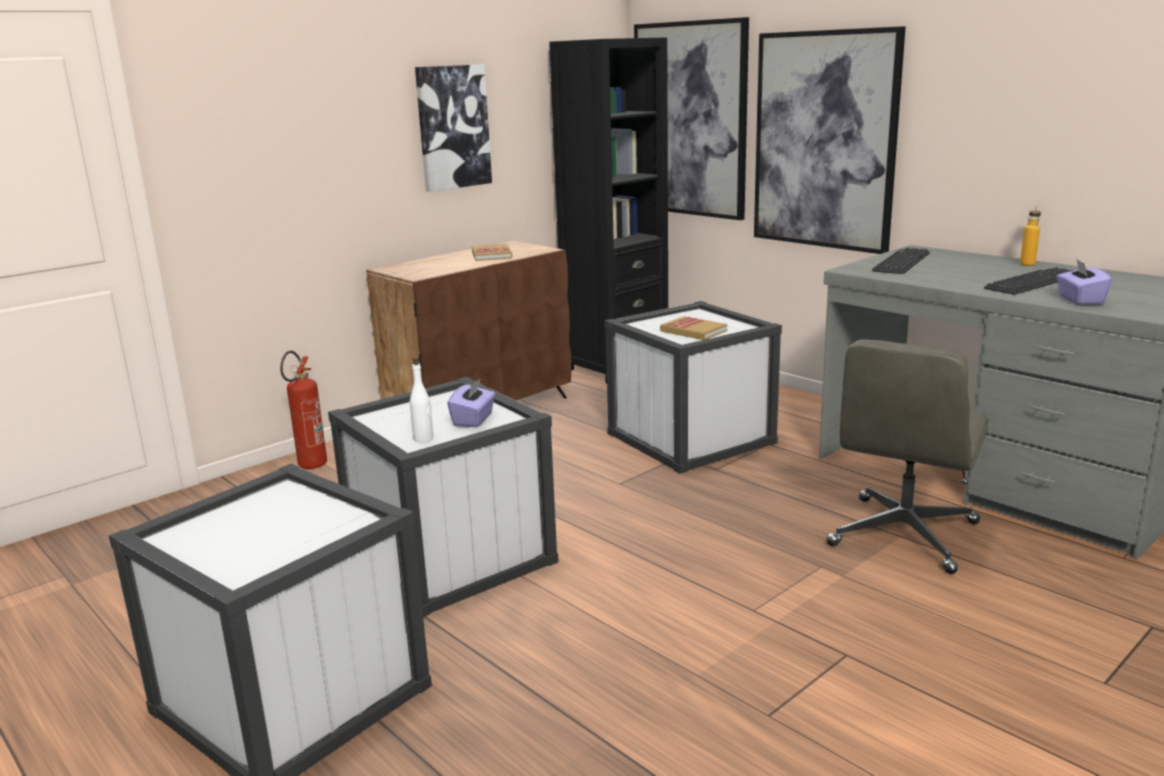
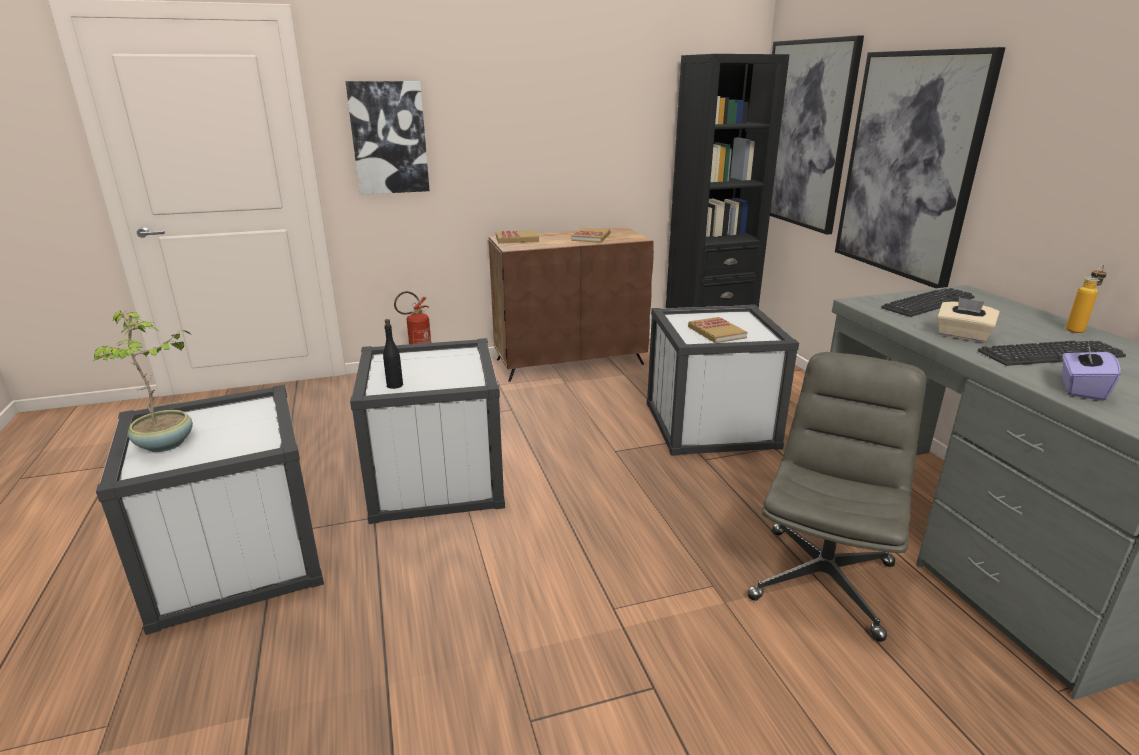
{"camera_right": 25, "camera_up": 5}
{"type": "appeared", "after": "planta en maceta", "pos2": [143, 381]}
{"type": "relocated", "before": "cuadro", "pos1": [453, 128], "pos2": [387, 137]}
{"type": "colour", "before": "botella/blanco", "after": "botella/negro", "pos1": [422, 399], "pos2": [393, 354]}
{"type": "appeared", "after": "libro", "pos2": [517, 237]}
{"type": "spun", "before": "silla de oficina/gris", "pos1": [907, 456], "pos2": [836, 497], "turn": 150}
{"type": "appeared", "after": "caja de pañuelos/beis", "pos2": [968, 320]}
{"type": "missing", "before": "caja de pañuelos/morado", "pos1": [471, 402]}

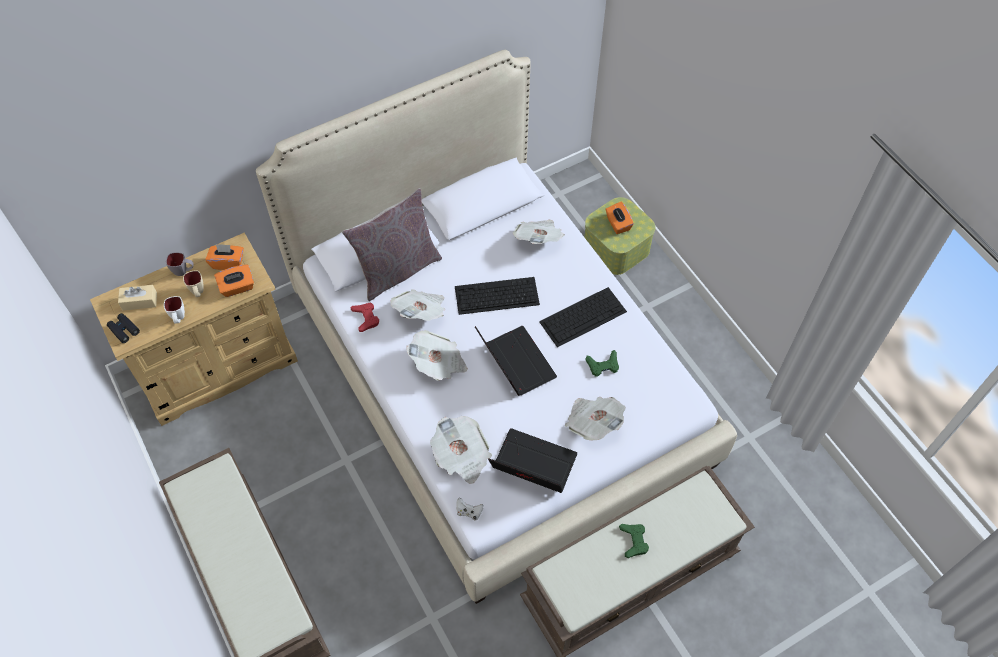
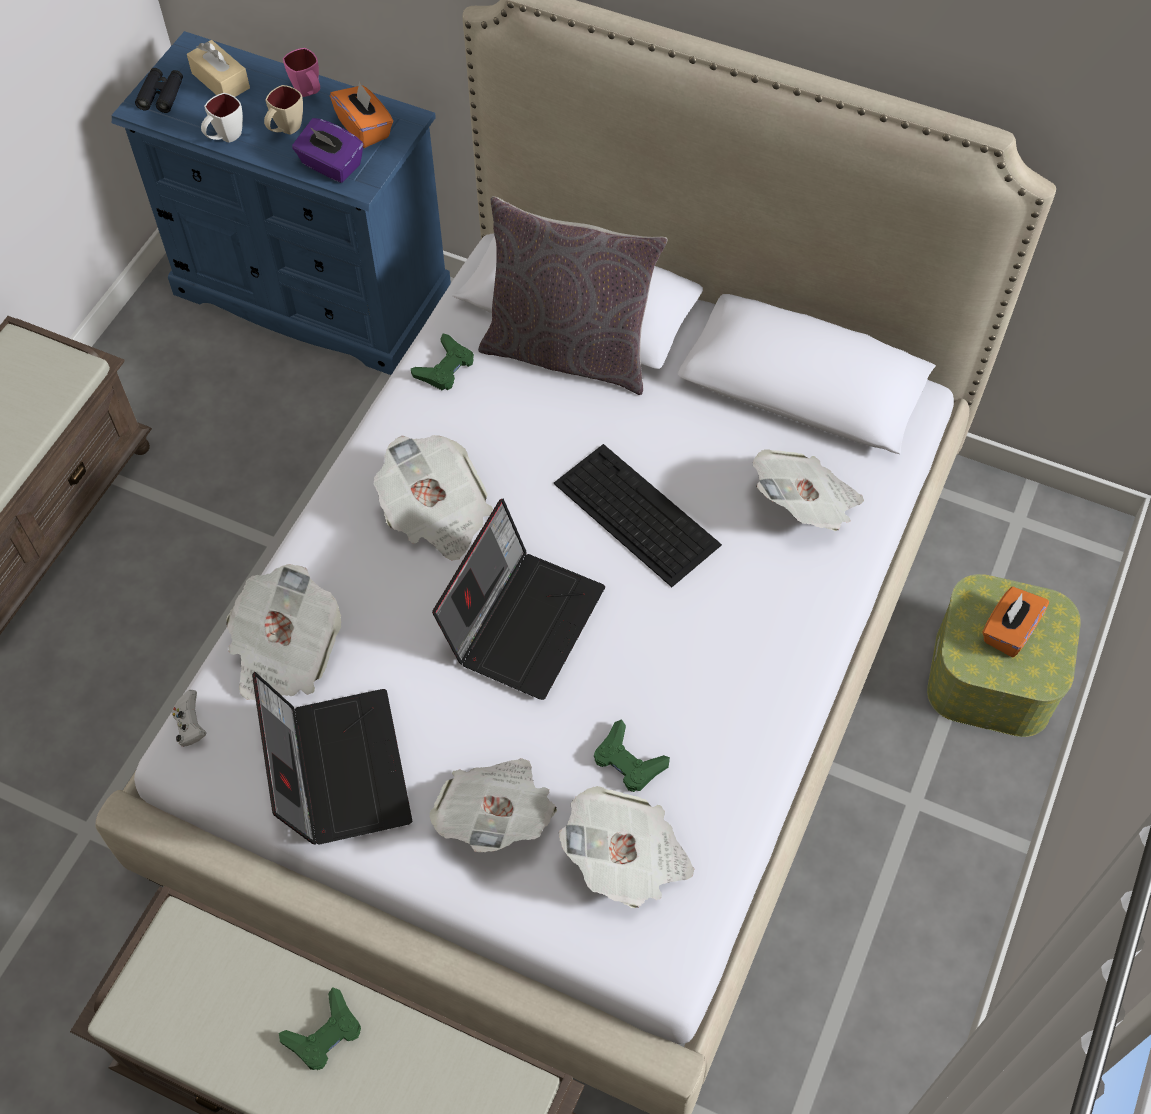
{"camera_right": 55, "camera_up": 0}
{"type": "colour", "before": "cómoda/beis", "after": "cómoda/azul", "pos1": [194, 329], "pos2": [281, 203]}
{"type": "colour", "before": "taza grande/gris", "after": "taza grande/rosa", "pos1": [180, 264], "pos2": [301, 72]}
{"type": "colour", "before": "caja de pañuelos/naranja", "after": "caja de pañuelos/morado", "pos1": [234, 280], "pos2": [327, 150]}
{"type": "colour", "before": "mando de consola/rojo", "after": "mando de consola/verde", "pos1": [364, 317], "pos2": [442, 362]}
{"type": "relocated", "before": "periódico", "pos1": [418, 305], "pos2": [626, 847]}
{"type": "missing", "before": "teclado", "pos1": [583, 317]}

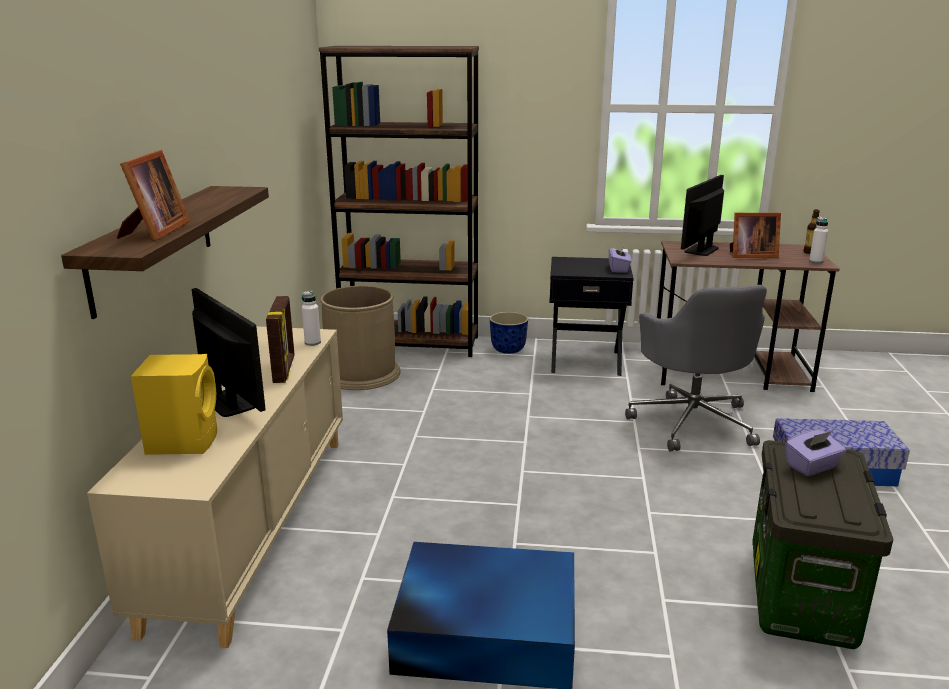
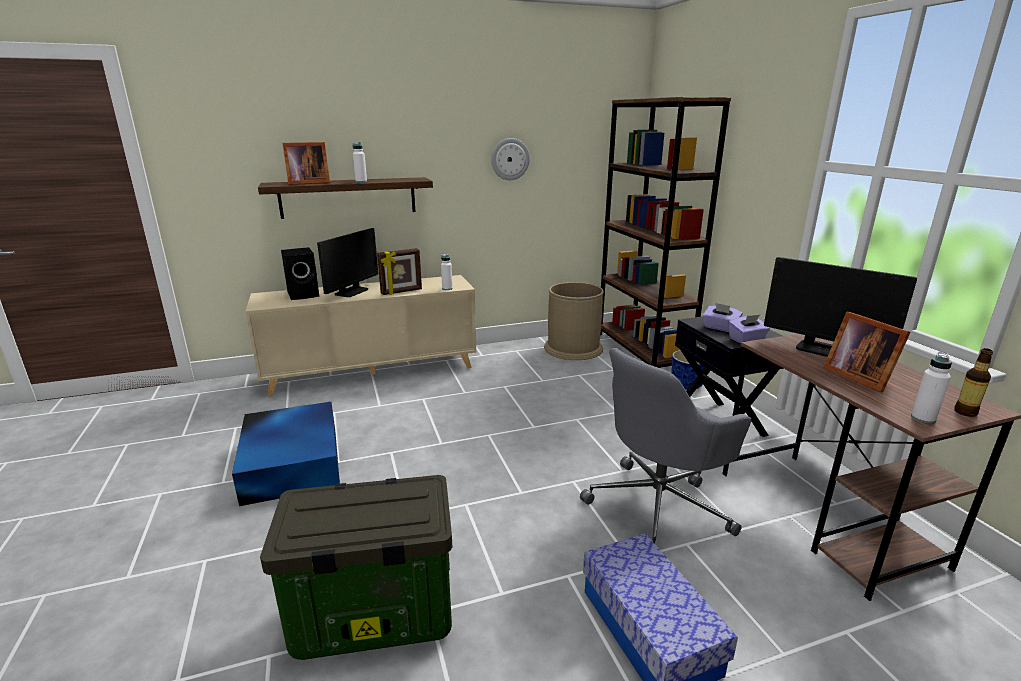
{"camera_right": 65, "camera_up": 0}
{"type": "colour", "before": "altavoz/amarillo", "after": "altavoz/negro", "pos1": [174, 404], "pos2": [300, 273]}
{"type": "appeared", "after": "botella/blanco", "pos2": [360, 162]}
{"type": "appeared", "after": "reloj de pared", "pos2": [510, 159]}
{"type": "relocated", "before": "caja de pañuelos/morado", "pos1": [815, 453], "pos2": [723, 317]}
{"type": "spun", "before": "monitor", "pos1": [702, 215], "pos2": [840, 307], "turn": -150}

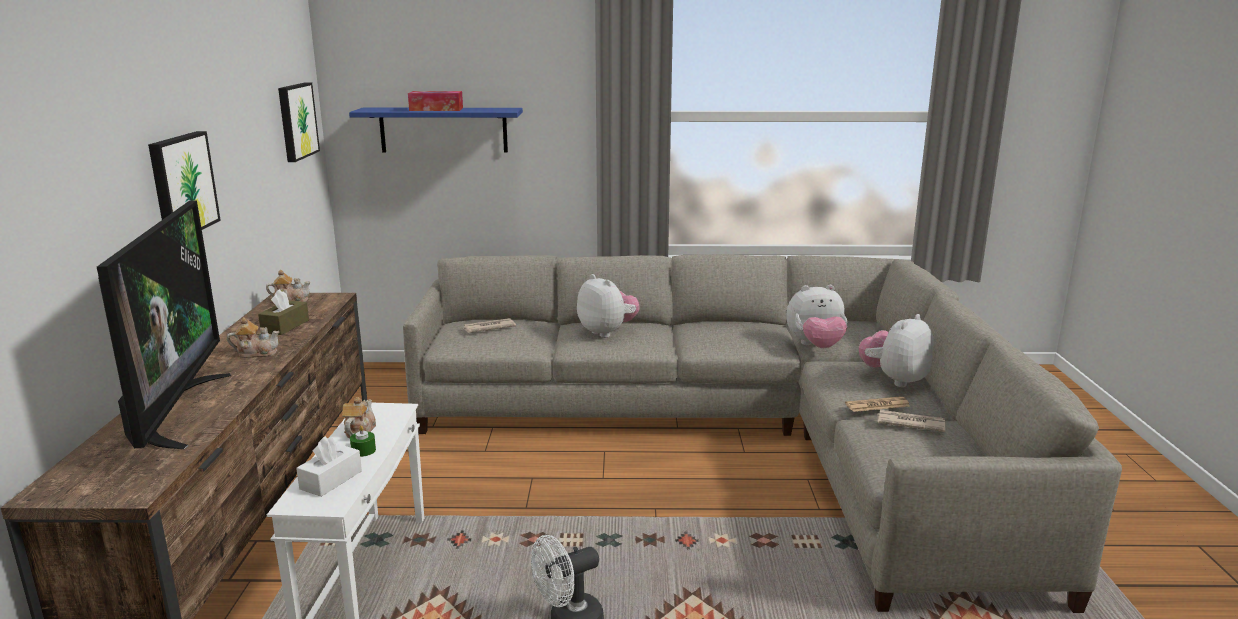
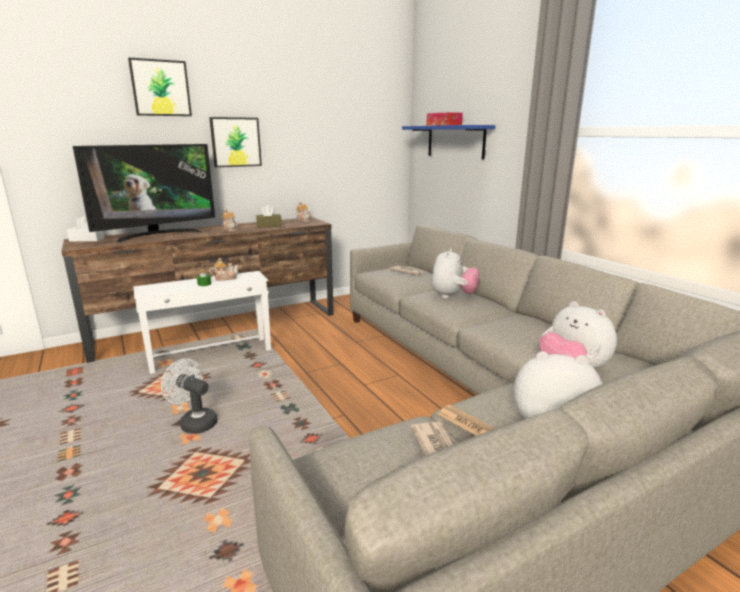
{"camera_right": 60, "camera_up": 0}
{"type": "relocated", "before": "caja de pañuelos/blanco", "pos1": [329, 466], "pos2": [85, 229]}
{"type": "relocated", "before": "cuadro", "pos1": [299, 122], "pos2": [160, 87]}

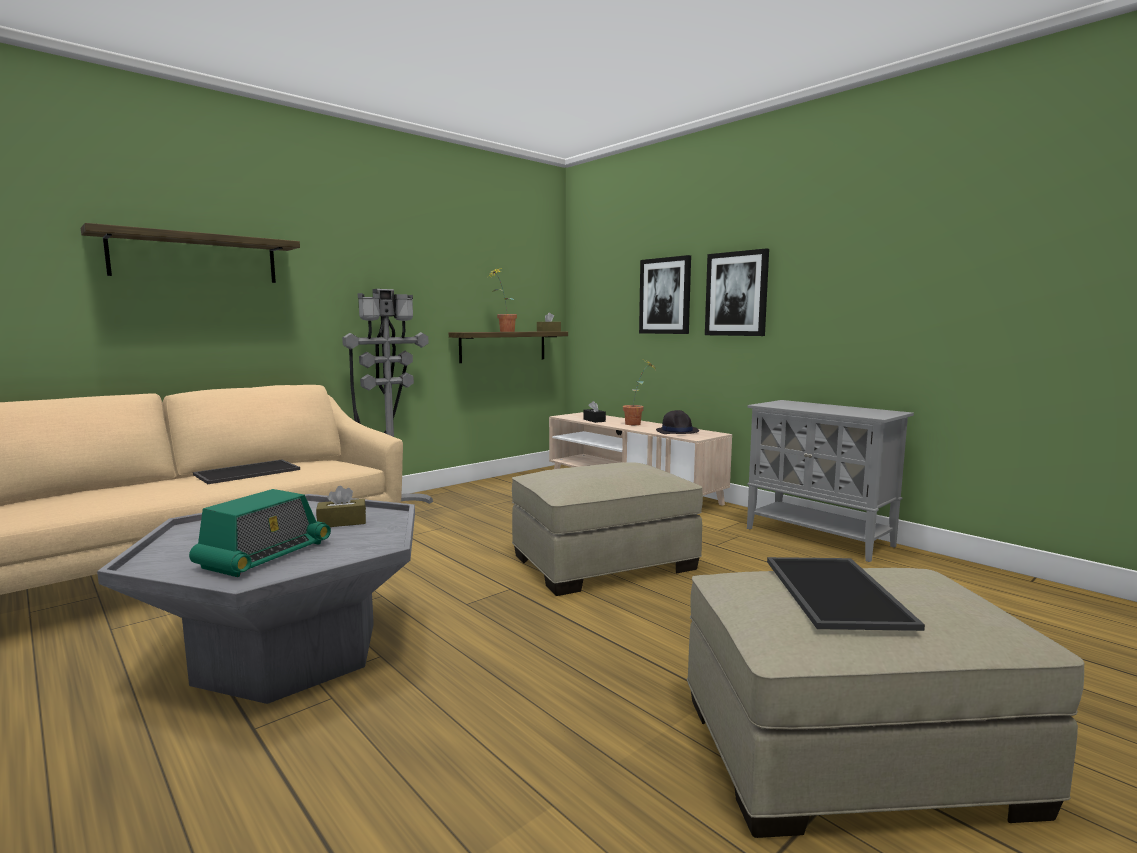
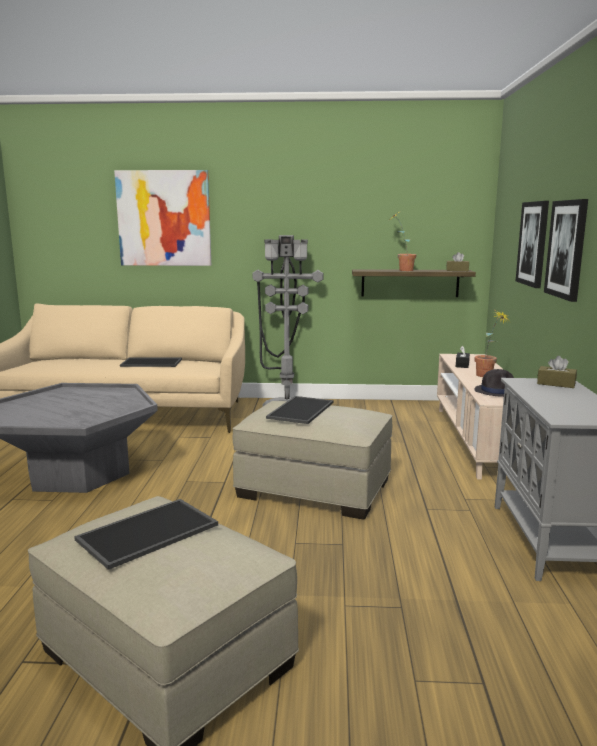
{"camera_right": 45, "camera_up": 5}
{"type": "exchanged", "before": "estante", "after": "cuadro", "pos1": [190, 253], "pos2": [162, 218]}
{"type": "appeared", "after": "bandeja", "pos2": [300, 410]}
{"type": "relocated", "before": "caja de pañuelos/marrón", "pos1": [341, 506], "pos2": [557, 372]}
{"type": "missing", "before": "radio", "pos1": [260, 533]}

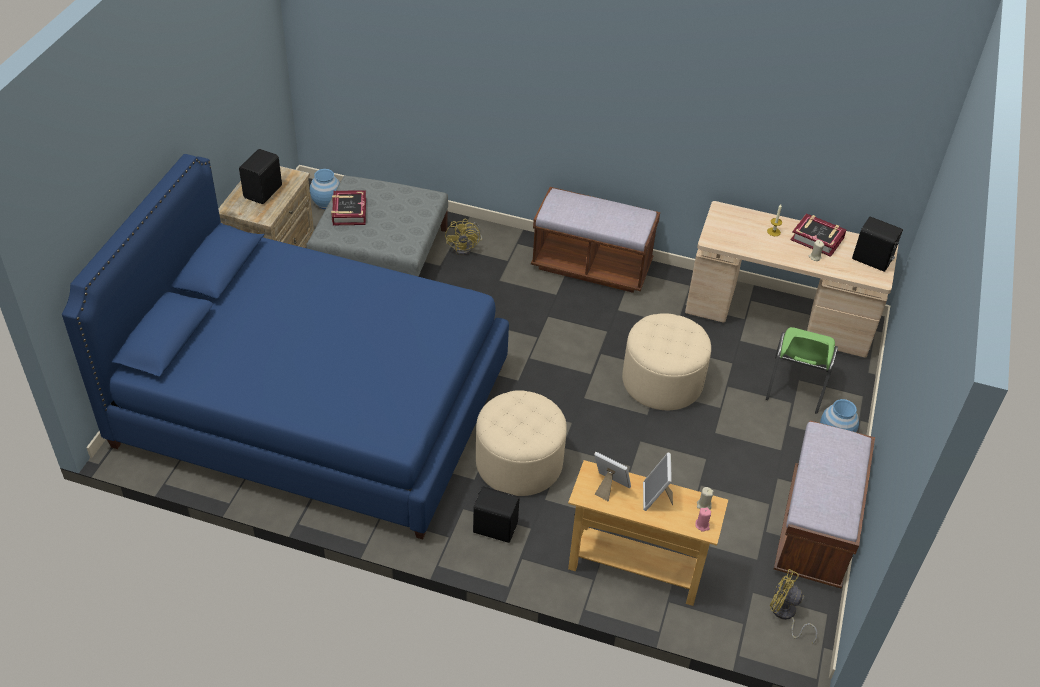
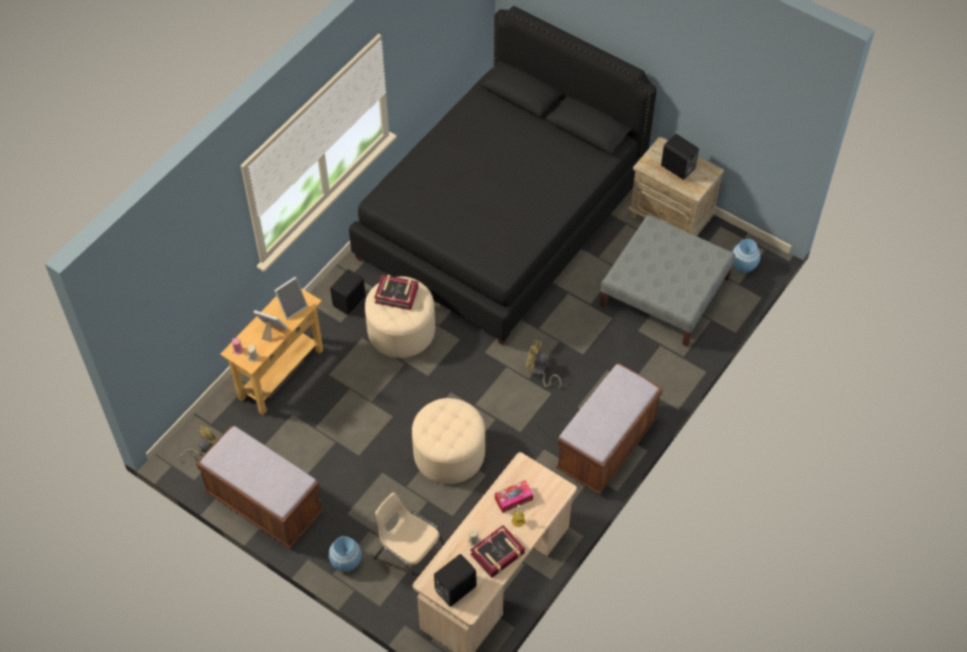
{"camera_right": 110, "camera_up": 10}
{"type": "colour", "before": "cama/azul", "after": "cama/negro", "pos1": [285, 347], "pos2": [503, 175]}
{"type": "relocated", "before": "libro", "pos1": [348, 207], "pos2": [396, 292]}
{"type": "colour", "before": "silla/verde", "after": "silla/beis", "pos1": [802, 370], "pos2": [409, 537]}
{"type": "appeared", "after": "caja de pañuelos", "pos2": [514, 496]}
{"type": "relocated", "before": "ventilador/amarillo", "pos1": [463, 237], "pos2": [543, 364]}

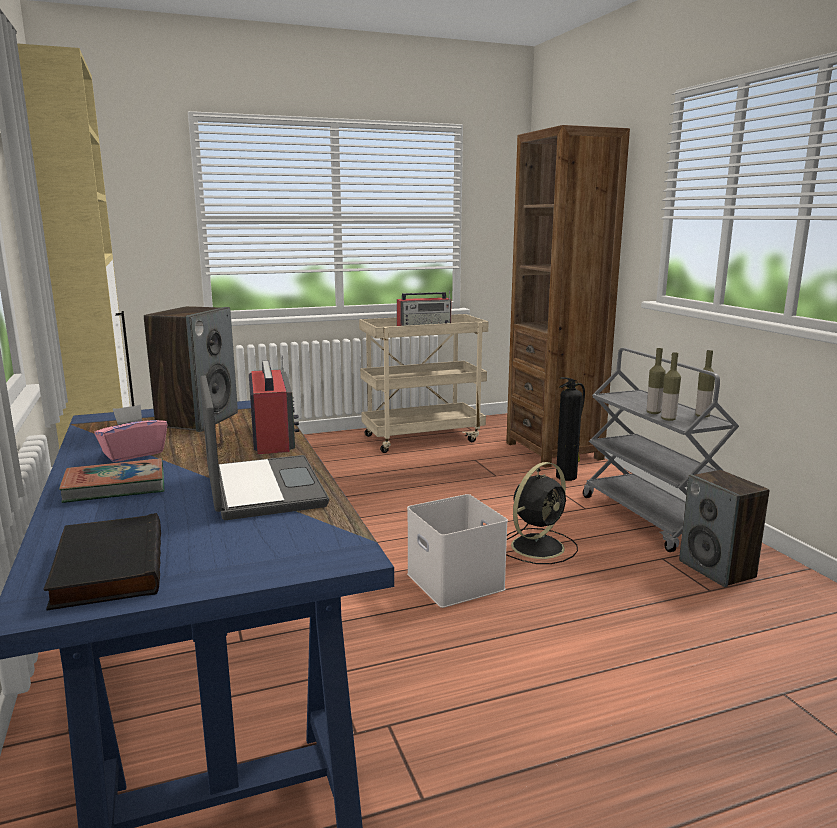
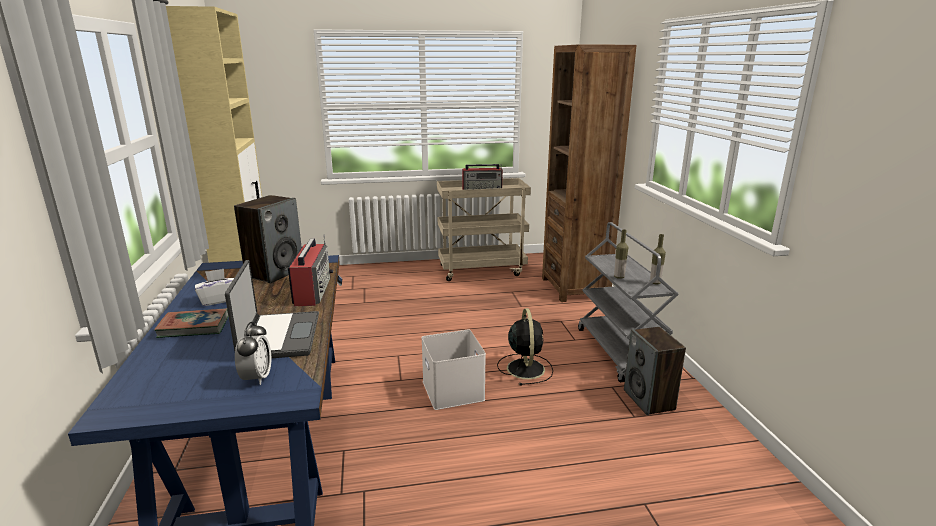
{"camera_right": 10, "camera_up": 5}
{"type": "colour", "before": "caja de pañuelos/rosa", "after": "caja de pañuelos/blanco", "pos1": [131, 433], "pos2": [214, 287]}
{"type": "appeared", "after": "despertador", "pos2": [253, 353]}
{"type": "spun", "before": "ventilador/negro", "pos1": [542, 513], "pos2": [525, 347], "turn": -60}
{"type": "missing", "before": "libro/negro", "pos1": [102, 561]}
{"type": "missing", "before": "extintor", "pos1": [570, 429]}
{"type": "missing", "before": "botella", "pos1": [671, 386]}

